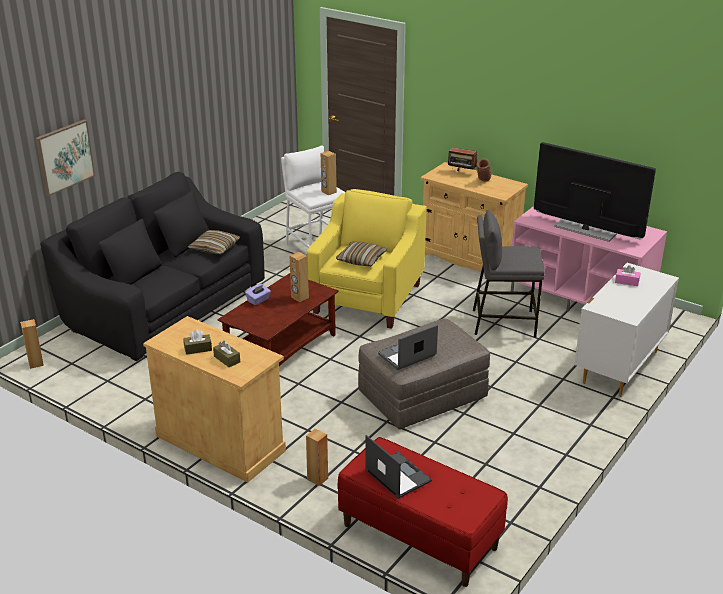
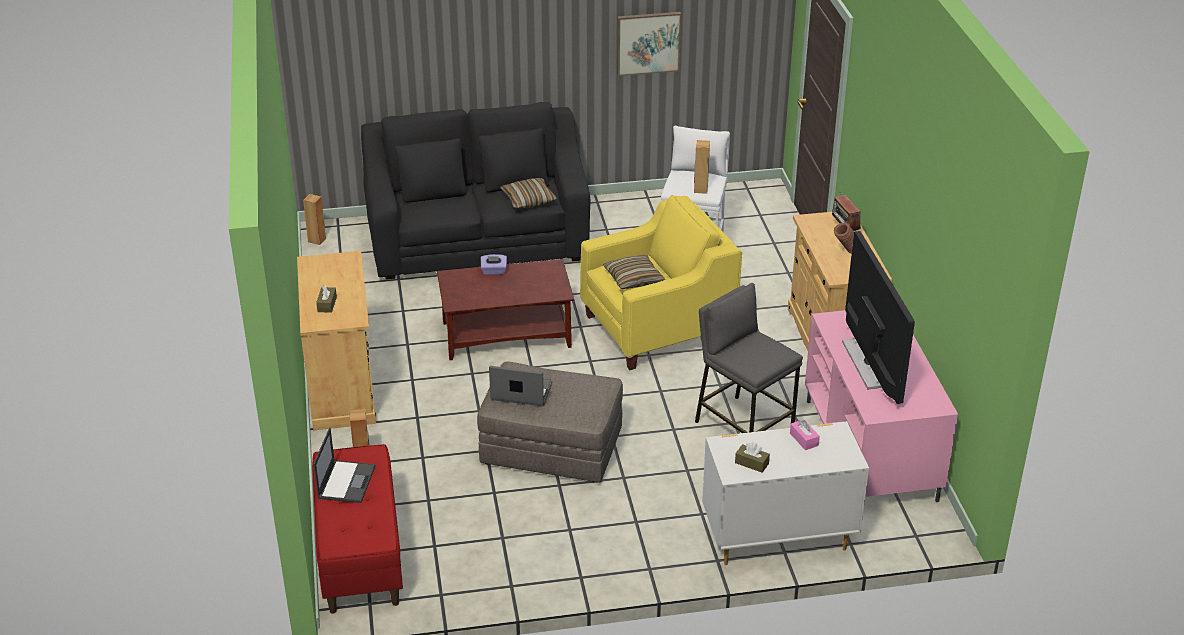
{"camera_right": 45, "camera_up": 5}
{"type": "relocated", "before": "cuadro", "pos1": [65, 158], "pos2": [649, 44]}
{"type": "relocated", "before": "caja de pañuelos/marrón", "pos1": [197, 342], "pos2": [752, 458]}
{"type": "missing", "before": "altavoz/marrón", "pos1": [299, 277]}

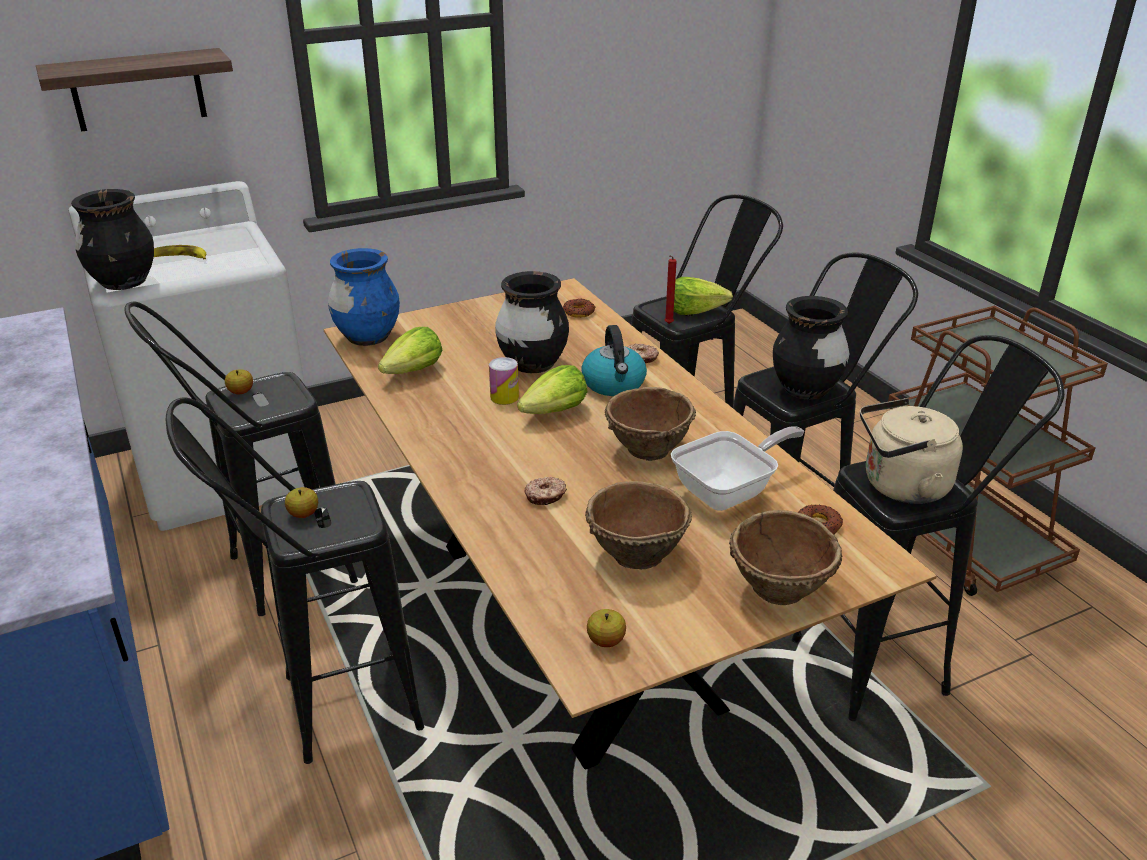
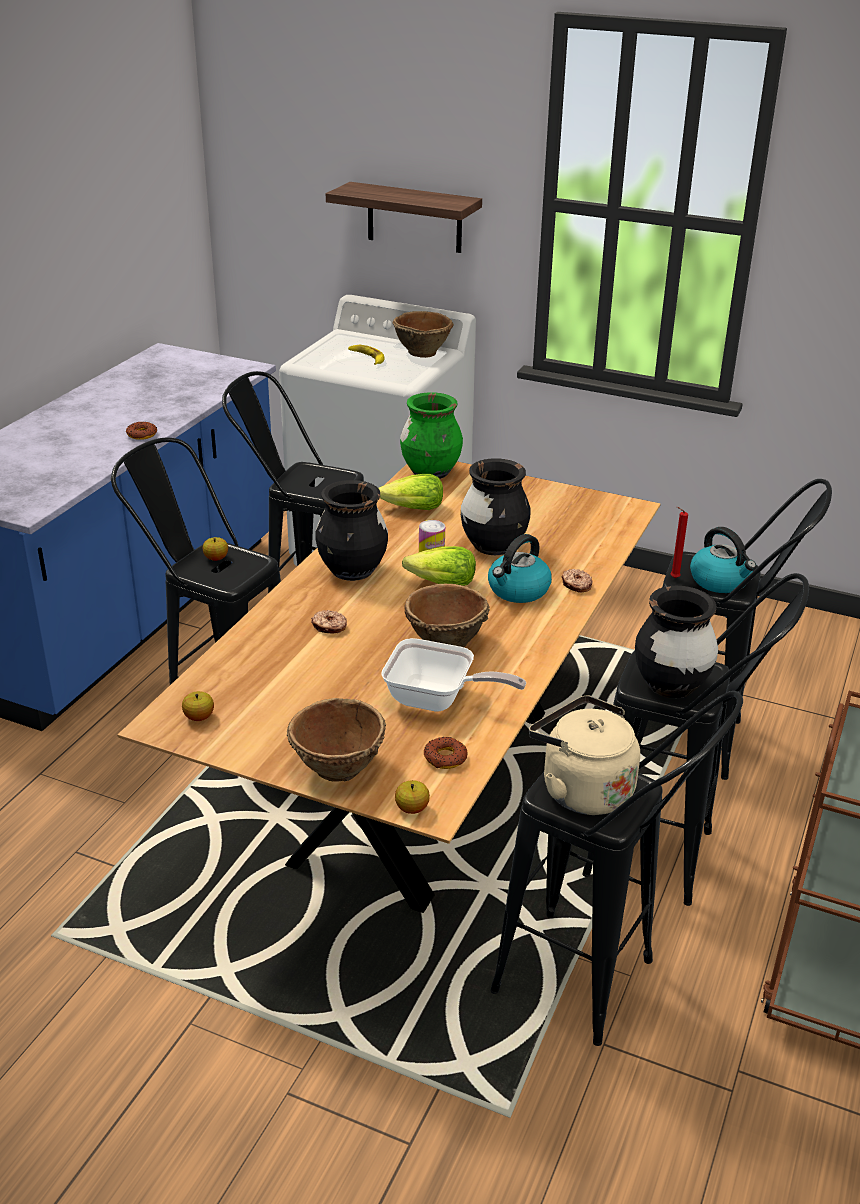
{"camera_right": 50, "camera_up": 0}
{"type": "relocated", "before": "rosquilla", "pos1": [579, 308], "pos2": [141, 431]}
{"type": "relocated", "before": "florero/negro", "pos1": [112, 239], "pos2": [351, 530]}
{"type": "relocated", "before": "cuenco/marrón", "pos1": [638, 525], "pos2": [423, 334]}
{"type": "relocated", "before": "manzana", "pos1": [239, 381], "pos2": [412, 797]}
{"type": "colour", "before": "florero/azul", "after": "florero/verde", "pos1": [364, 297], "pos2": [431, 435]}
{"type": "exchanged", "before": "lechuga", "after": "hervidor", "pos1": [703, 296], "pos2": [723, 560]}

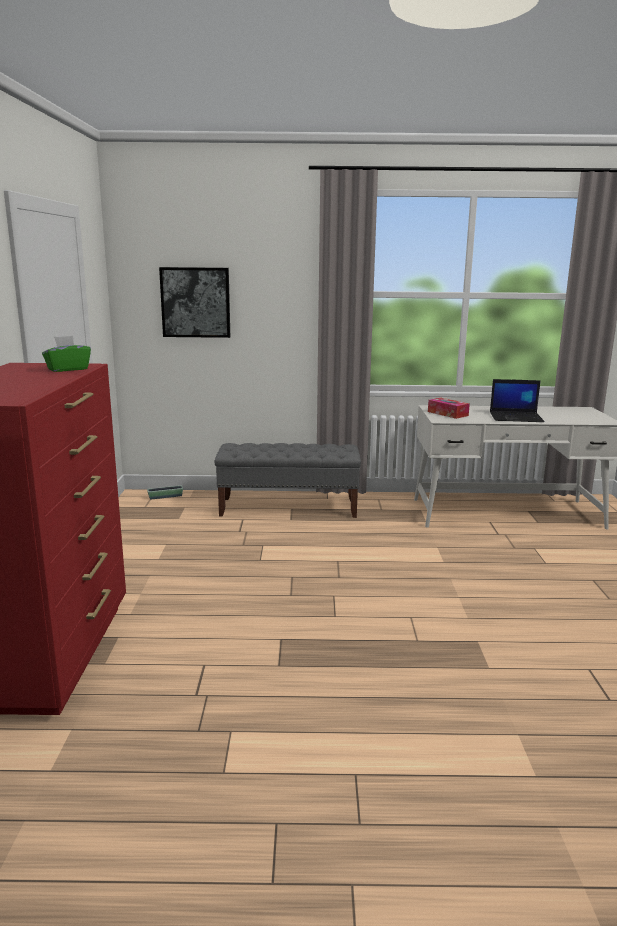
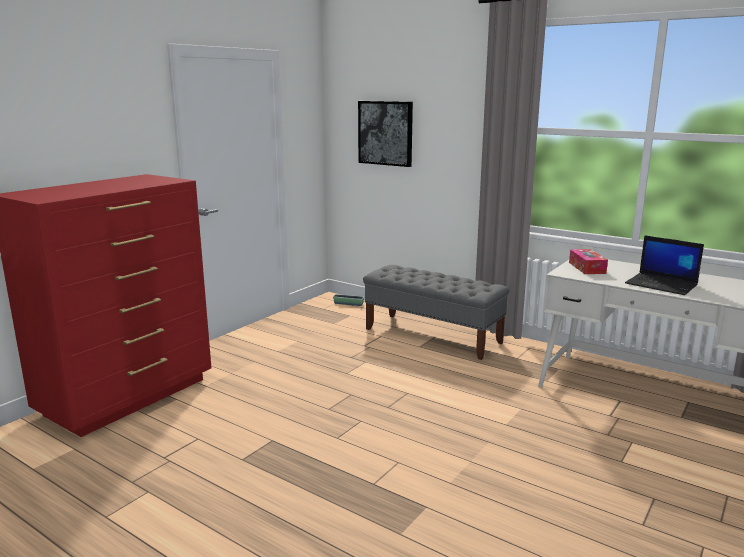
{"camera_right": 35, "camera_up": 0}
{"type": "missing", "before": "caja de pañuelos/verde", "pos1": [66, 354]}

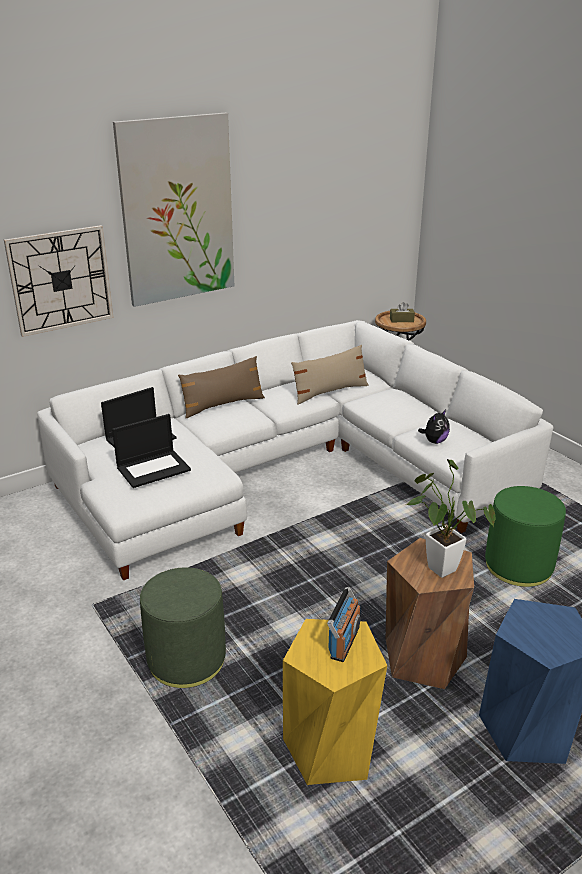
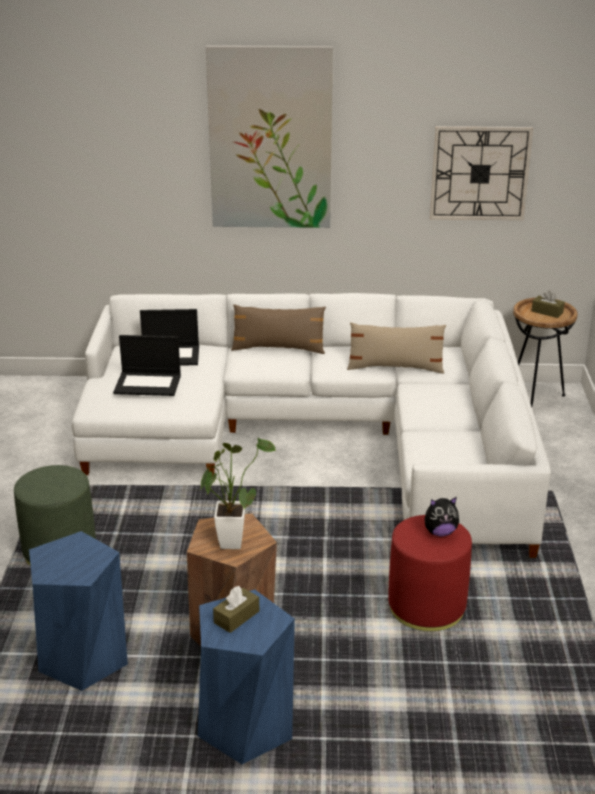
{"camera_right": 35, "camera_up": 0}
{"type": "colour", "before": "taburete/amarillo", "after": "taburete/azul", "pos1": [335, 702], "pos2": [78, 611]}
{"type": "appeared", "after": "caja de pañuelos/marrón", "pos2": [236, 609]}
{"type": "colour", "before": "puf/verde", "after": "puf/rojo", "pos1": [525, 536], "pos2": [430, 573]}
{"type": "relocated", "before": "peluche", "pos1": [434, 426], "pos2": [442, 516]}
{"type": "relocated", "before": "reloj de pared", "pos1": [59, 281], "pos2": [481, 173]}
{"type": "missing", "before": "radio", "pos1": [343, 624]}

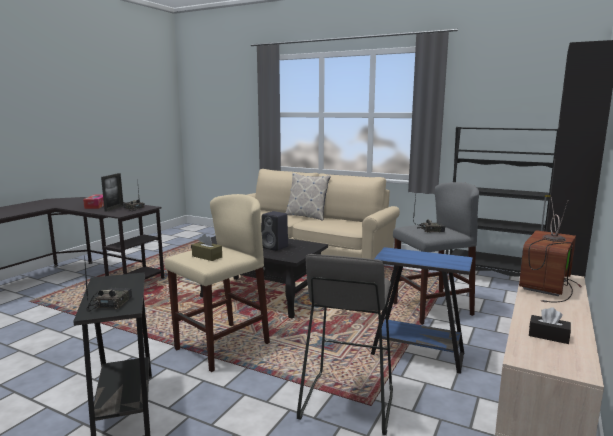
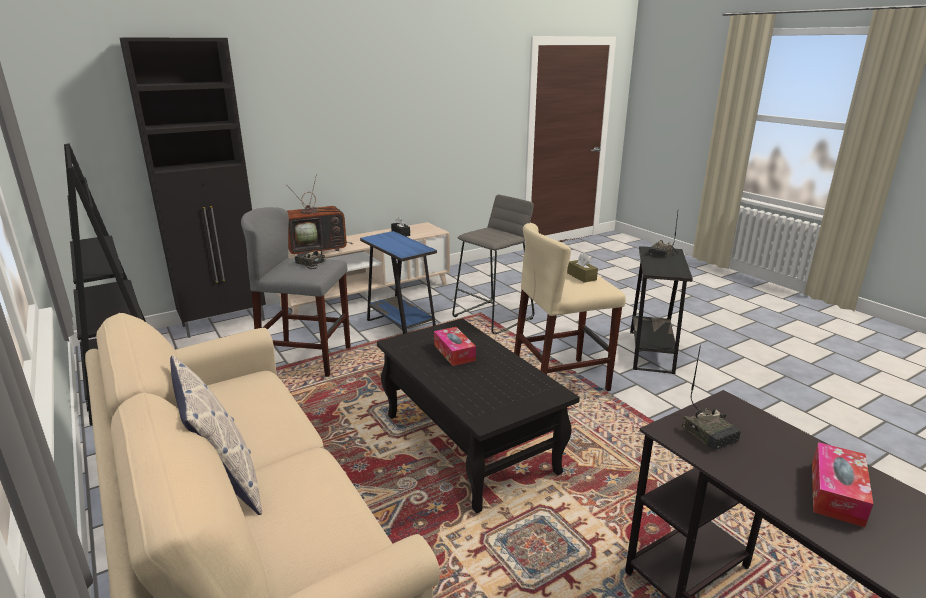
{"camera_right": -150, "camera_up": 10}
{"type": "exchanged", "before": "altavoz/negro", "after": "caja de pañuelos", "pos1": [274, 231], "pos2": [455, 346]}
{"type": "missing", "before": "portarretratos", "pos1": [112, 192]}

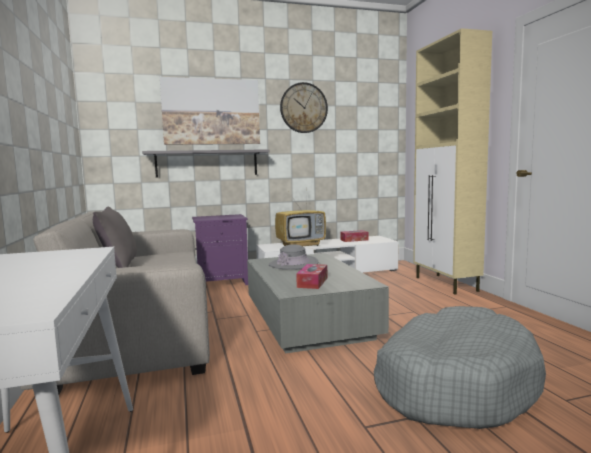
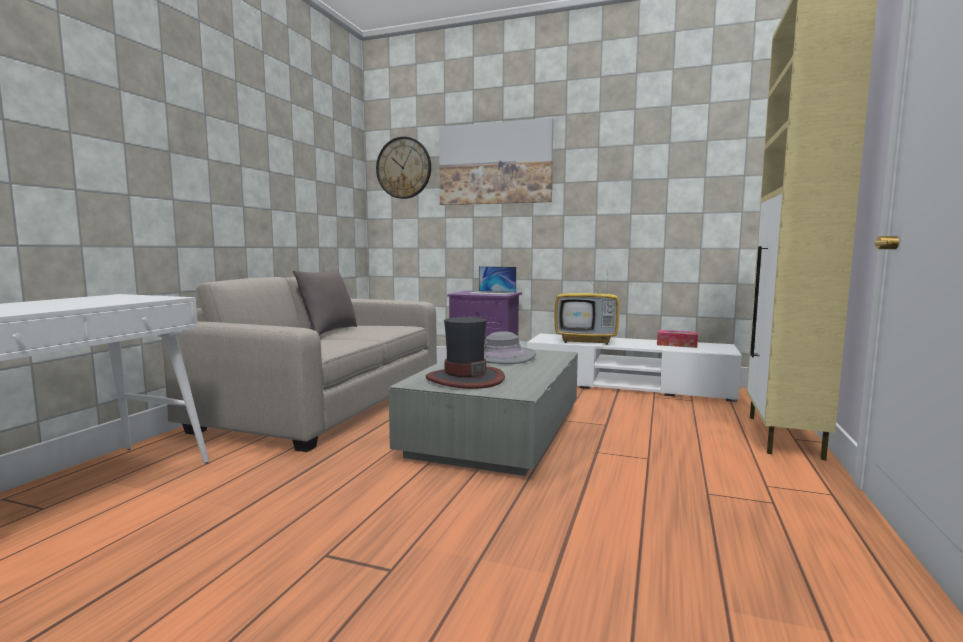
{"camera_right": 35, "camera_up": 0}
{"type": "relocated", "before": "reloj de pared", "pos1": [304, 107], "pos2": [403, 168]}
{"type": "exchanged", "before": "caja de pañuelos", "after": "sombrero", "pos1": [311, 276], "pos2": [465, 353]}
{"type": "appeared", "after": "portátil", "pos2": [492, 280]}
{"type": "missing", "before": "estante/gris", "pos1": [205, 163]}
{"type": "missing", "before": "cama para perro/gris", "pos1": [460, 367]}

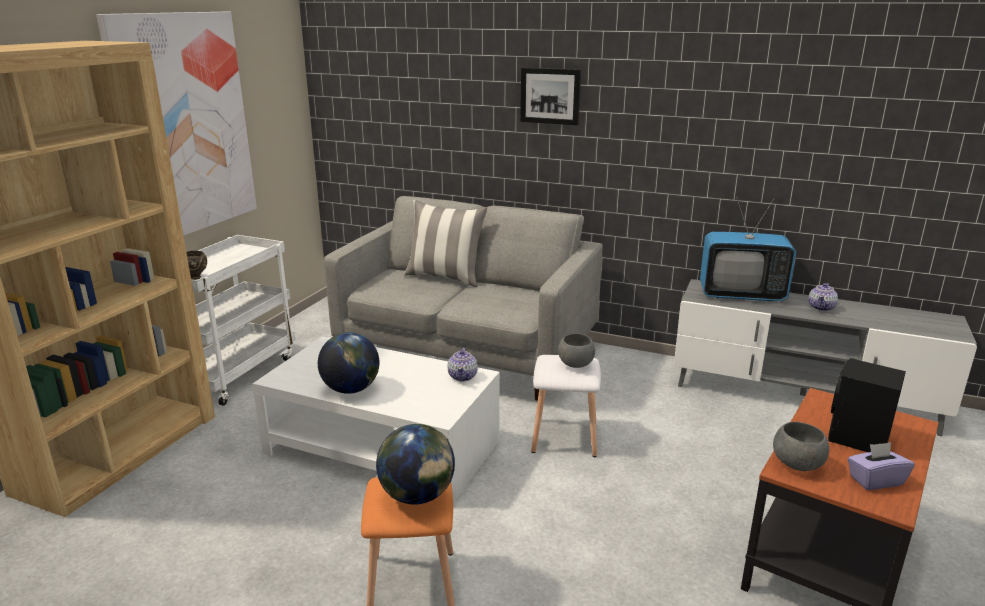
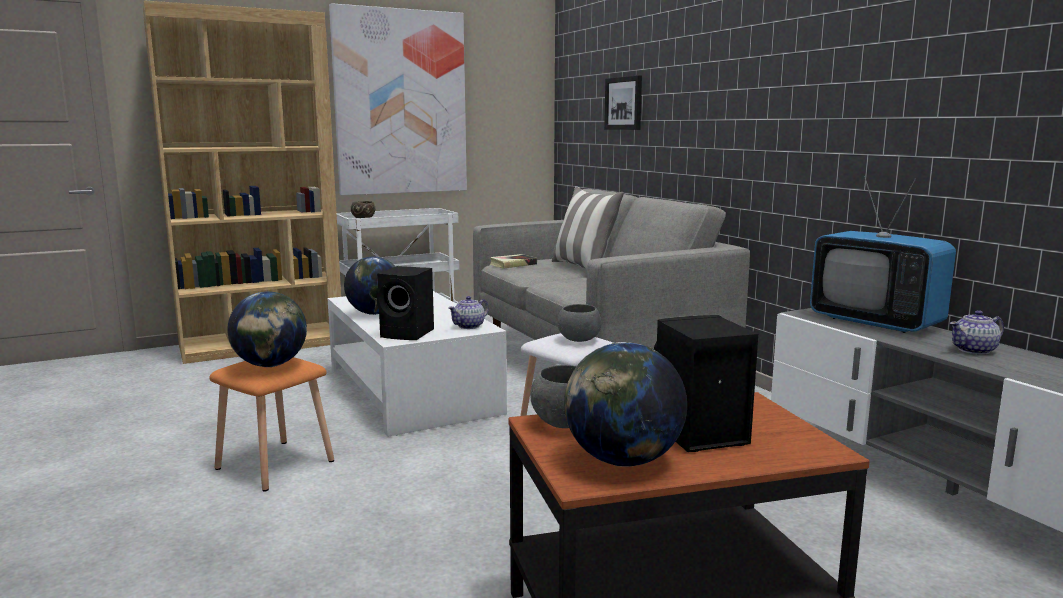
{"camera_right": 40, "camera_up": -10}
{"type": "appeared", "after": "altavoz/negro", "pos2": [405, 303]}
{"type": "appeared", "after": "libro", "pos2": [513, 261]}
{"type": "exchanged", "before": "caja de pañuelos/morado", "after": "globo terráqueo", "pos1": [881, 466], "pos2": [625, 404]}
{"type": "relocated", "before": "cuadro", "pos1": [550, 96], "pos2": [623, 102]}

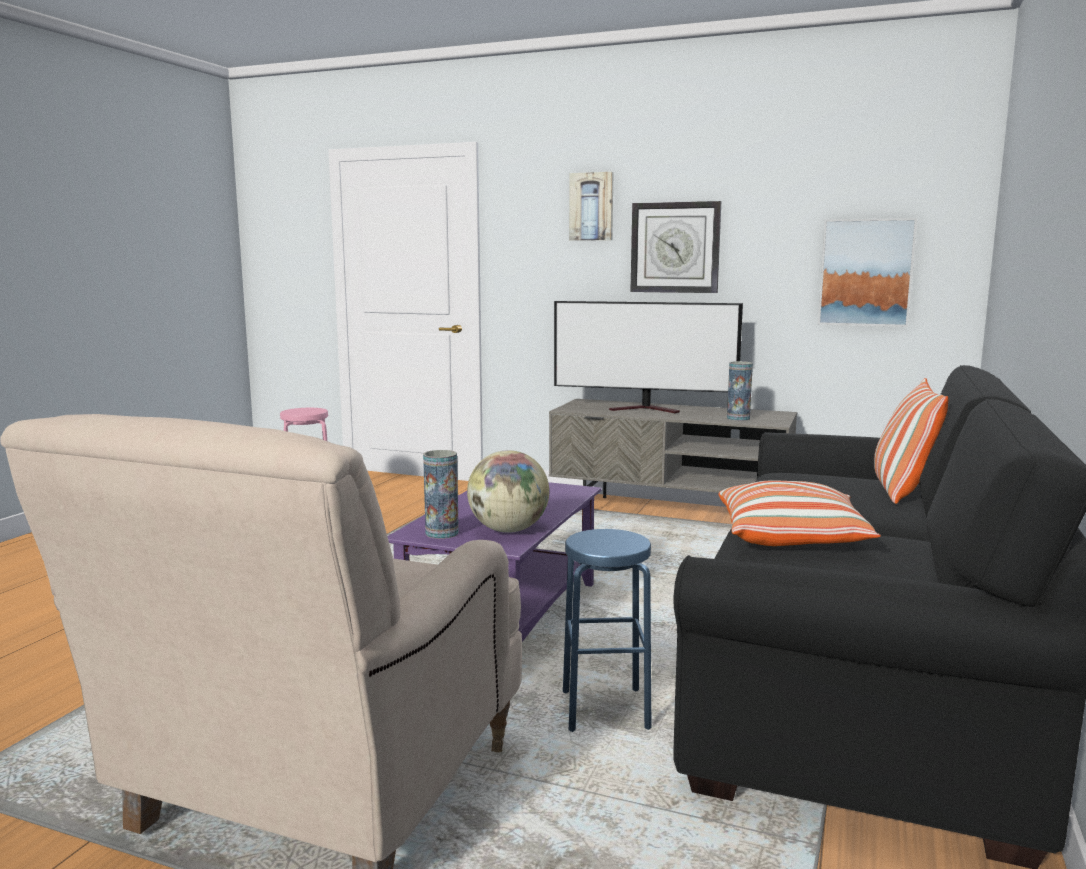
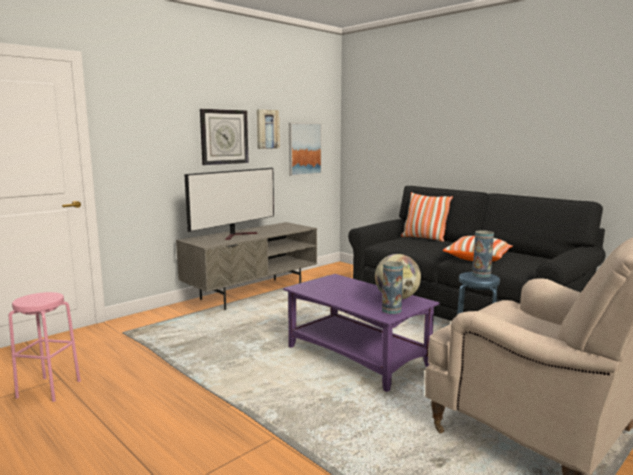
{"camera_right": -65, "camera_up": 0}
{"type": "relocated", "before": "cuadro", "pos1": [591, 206], "pos2": [268, 129]}
{"type": "relocated", "before": "florero", "pos1": [740, 391], "pos2": [483, 254]}

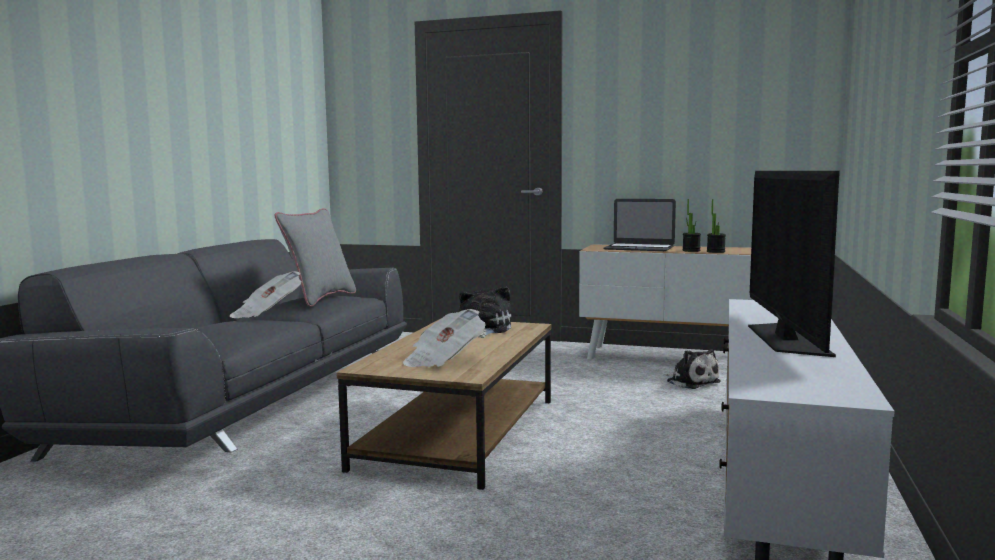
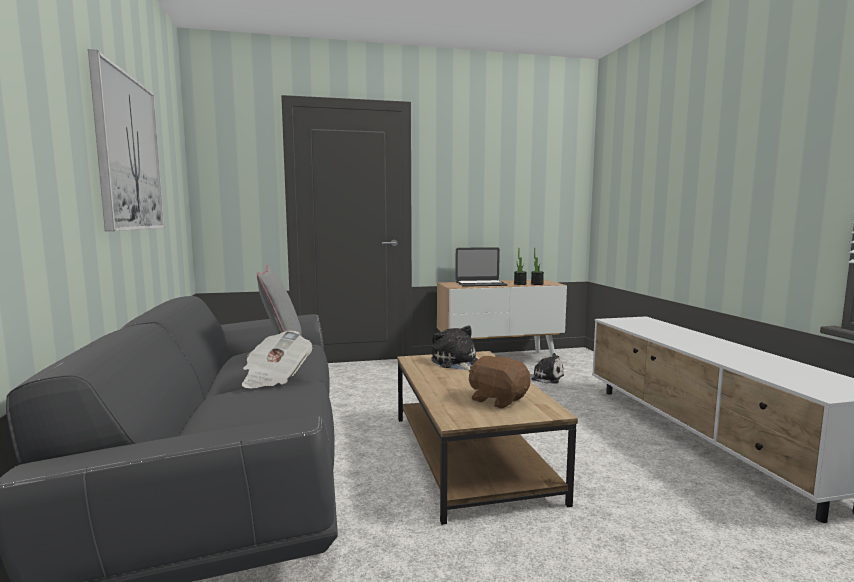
{"camera_right": -30, "camera_up": 0}
{"type": "appeared", "after": "cuadro", "pos2": [126, 140]}
{"type": "exchanged", "before": "periódico", "after": "peluche/marrón", "pos1": [444, 338], "pos2": [499, 382]}
{"type": "missing", "before": "televisor", "pos1": [794, 264]}

